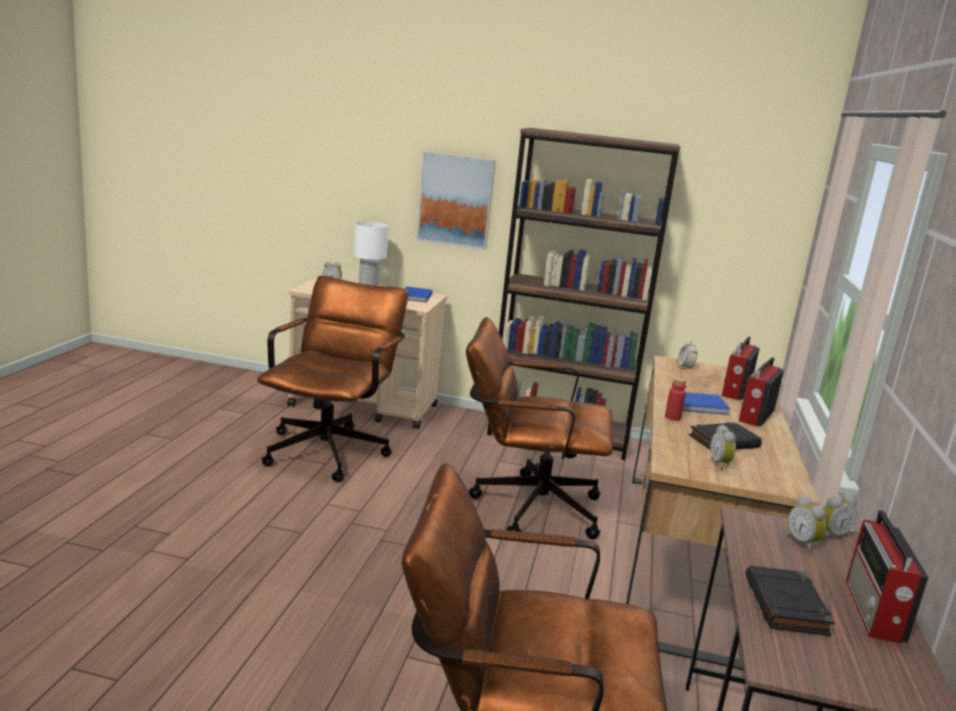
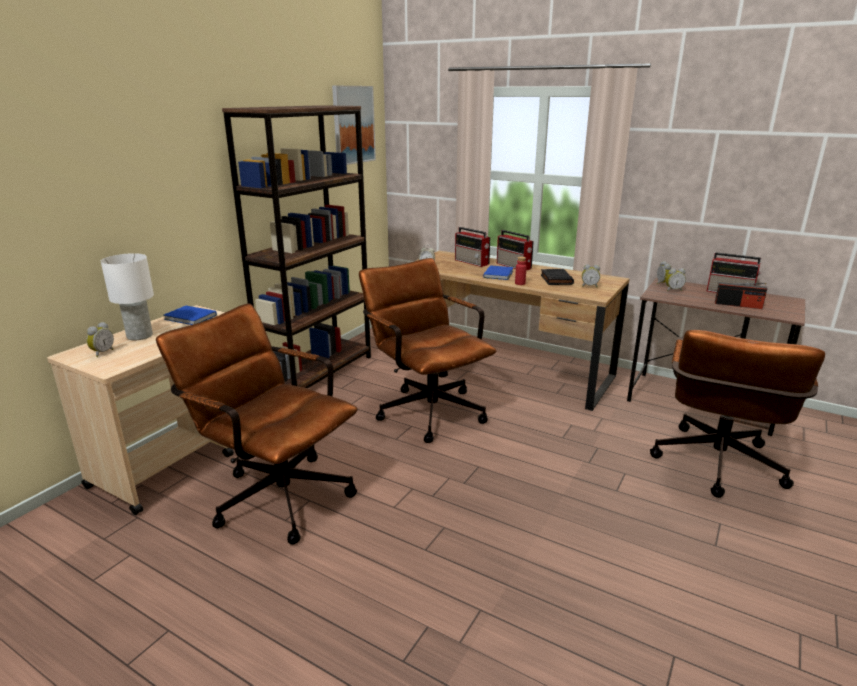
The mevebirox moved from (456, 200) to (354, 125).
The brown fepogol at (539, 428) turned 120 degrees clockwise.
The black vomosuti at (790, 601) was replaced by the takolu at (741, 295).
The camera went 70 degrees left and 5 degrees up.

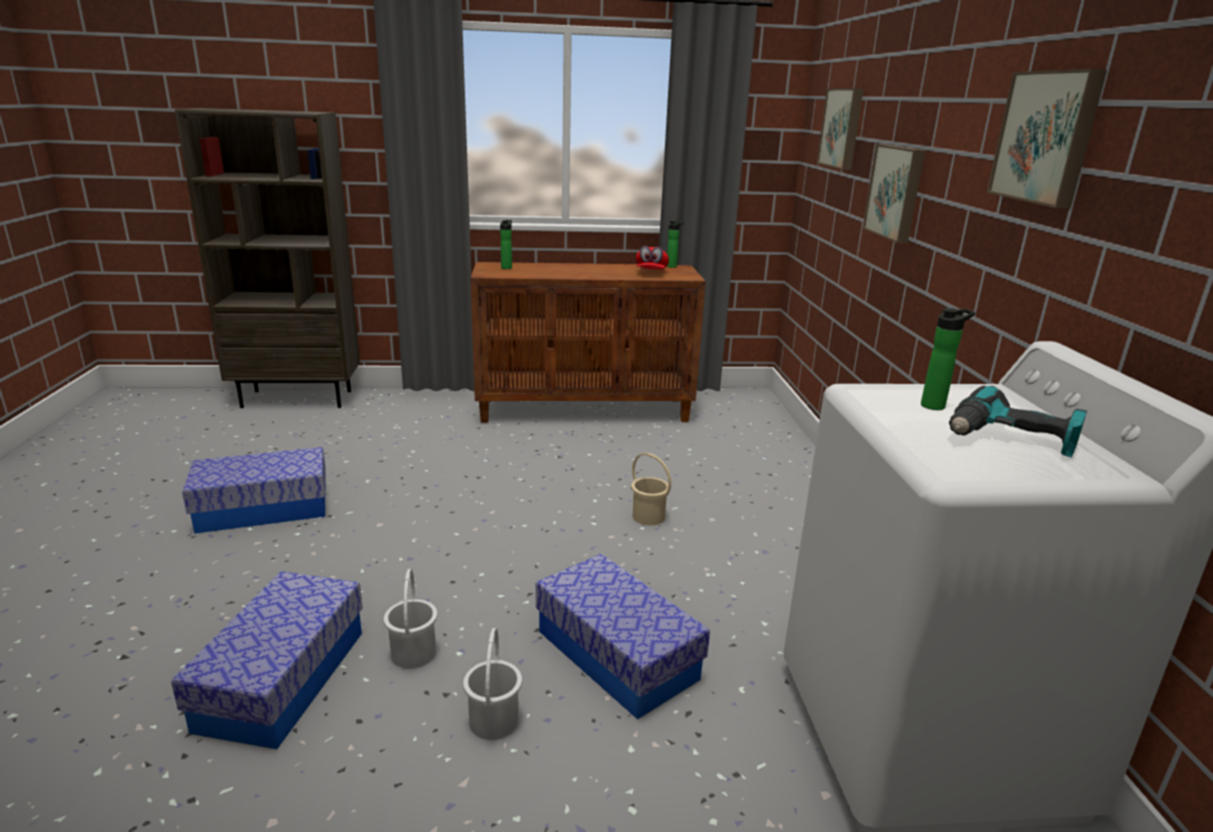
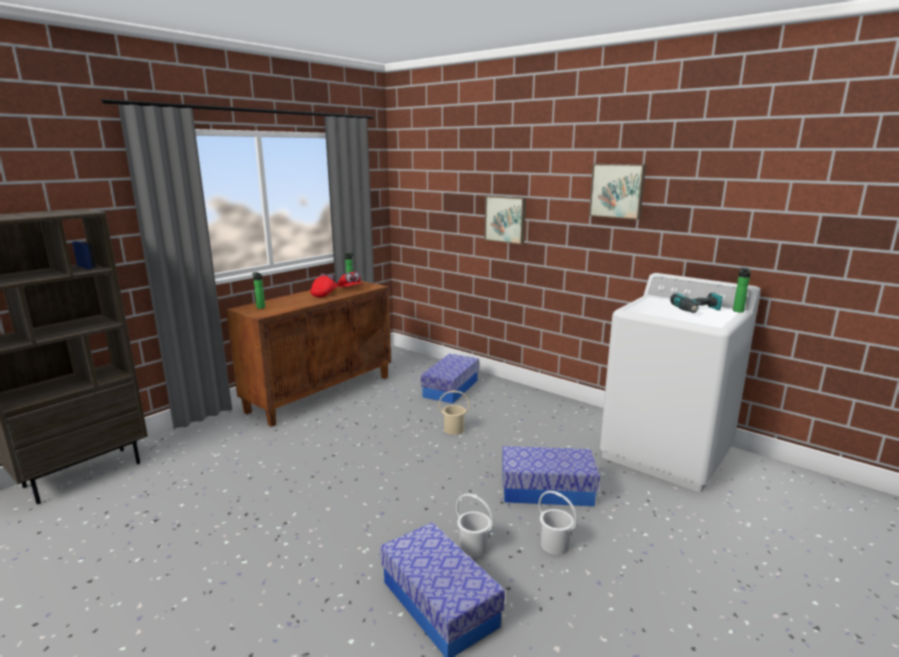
The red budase at (324, 285) appeared.
The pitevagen moved from (254, 490) to (450, 379).
The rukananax moved from (948, 359) to (742, 290).
The mevebirox at (840, 129) disappeared.
The camera went 45 degrees left and 5 degrees down.

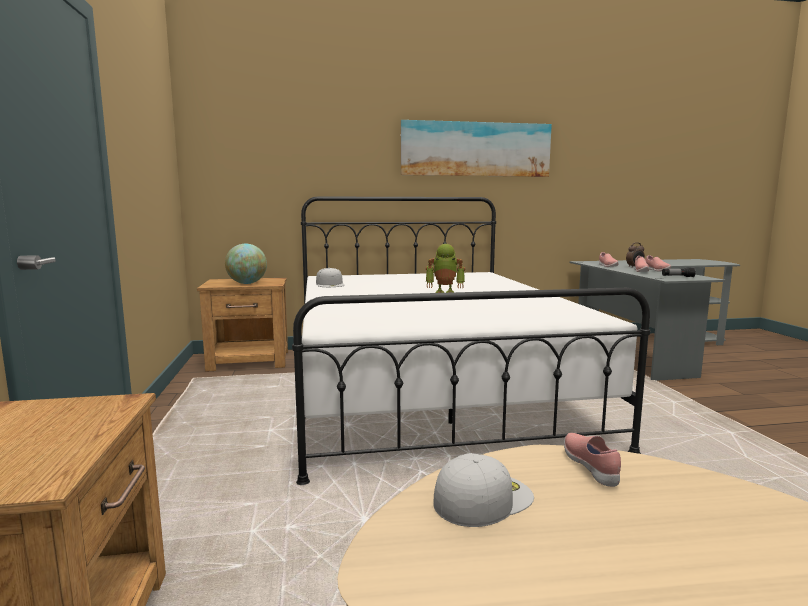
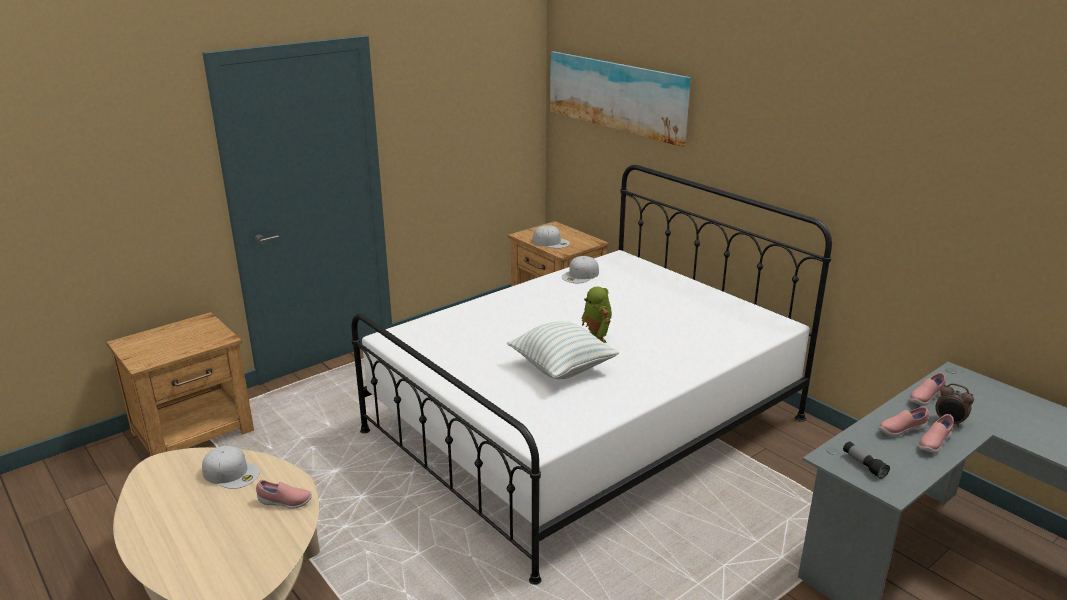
The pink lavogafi at (592, 460) turned 45 degrees clockwise.
The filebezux at (563, 350) appeared.
The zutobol at (246, 264) was replaced by the white budase at (551, 236).
The mevebirox moved from (476, 148) to (620, 99).
The camera went 60 degrees right and 15 degrees up.

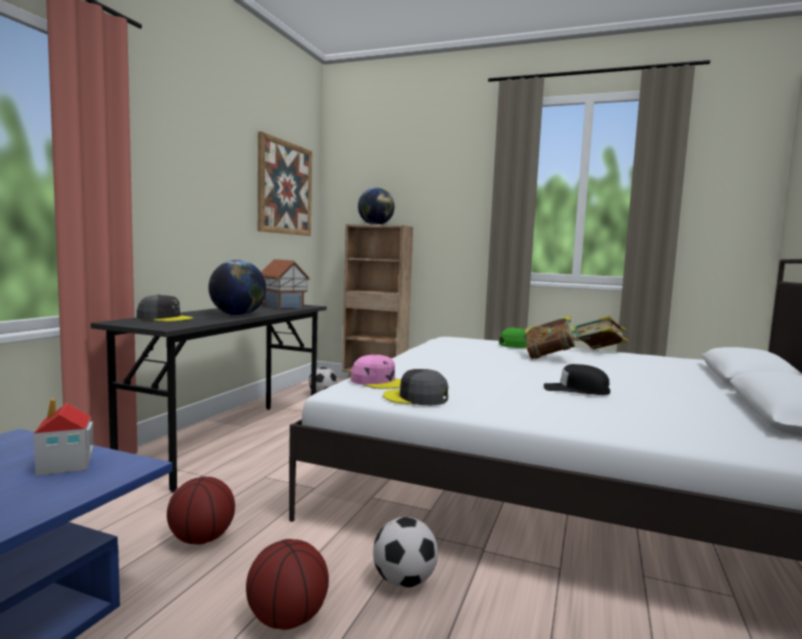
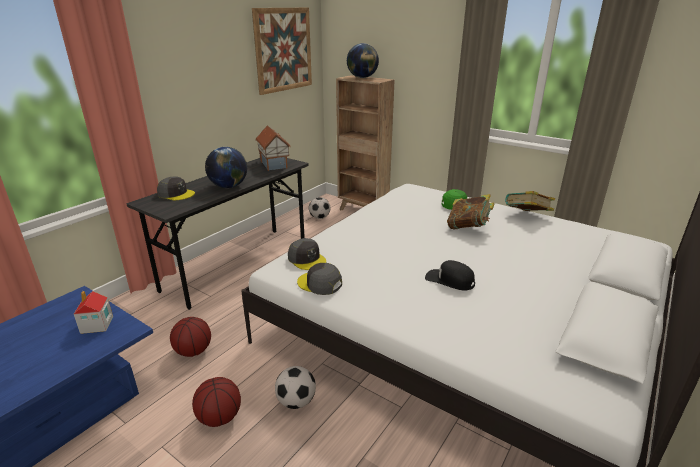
The pink budase at (376, 372) became the grey budase at (307, 254).
The camera went 15 degrees right and 20 degrees up.

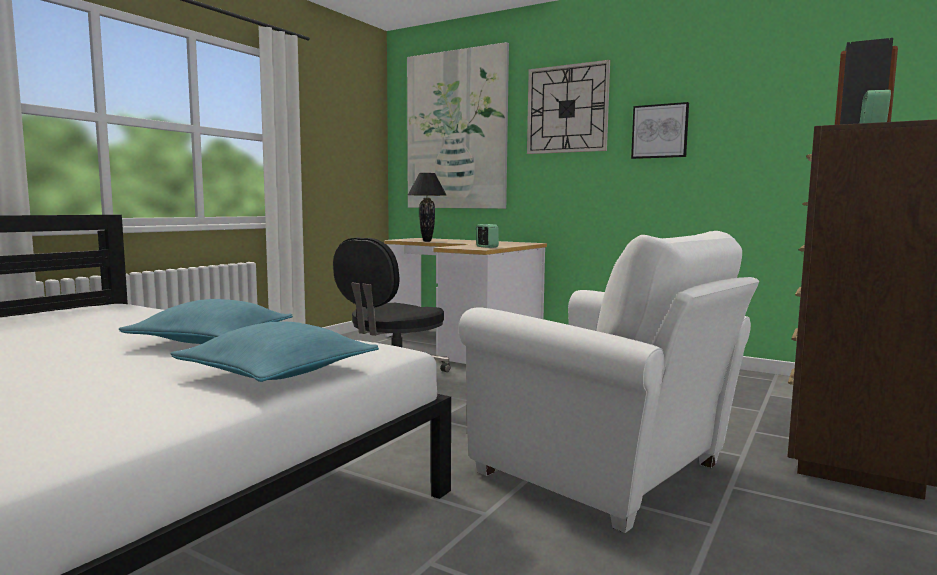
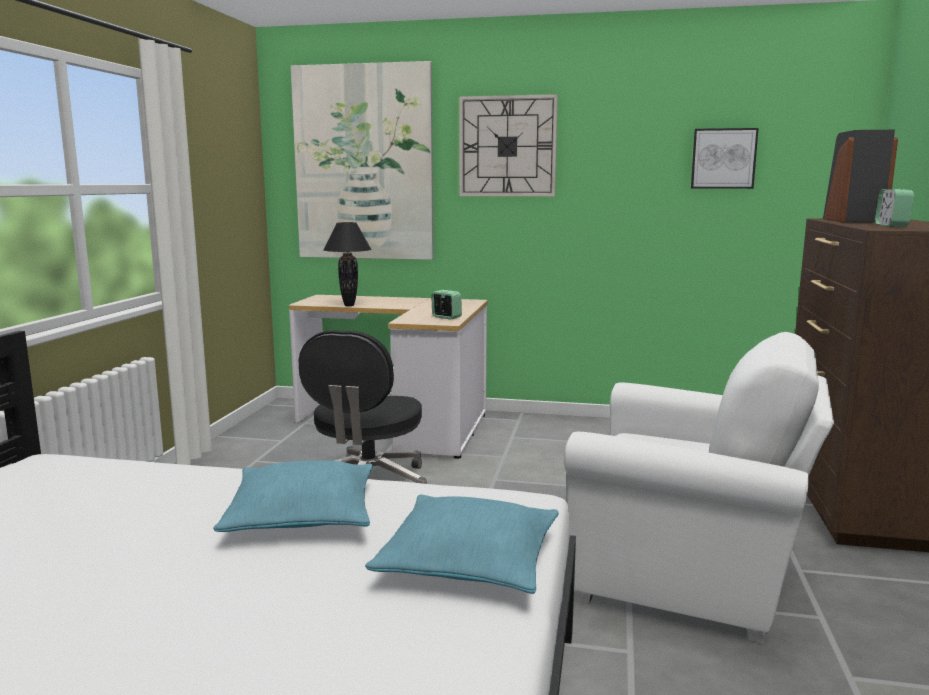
The mevebirox moved from (660, 130) to (725, 158).
The camera went 20 degrees left and 5 degrees up.

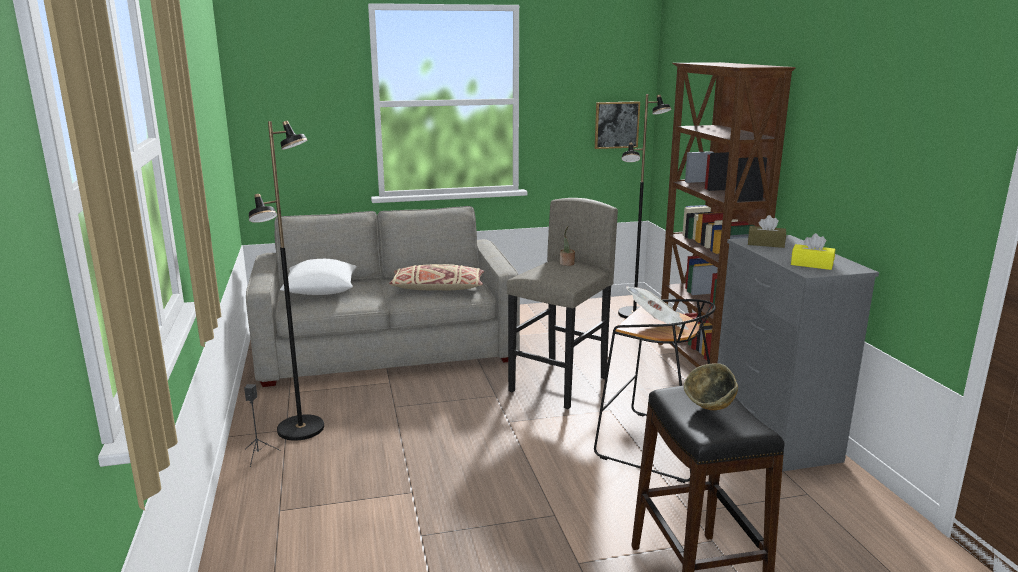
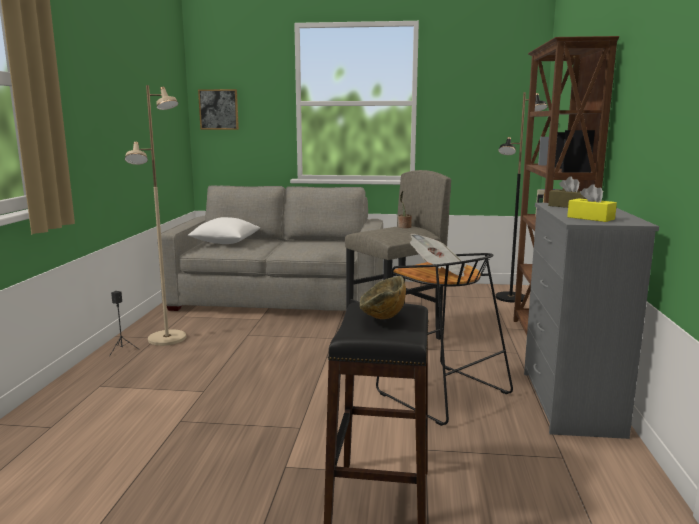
The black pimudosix at (286, 281) became the beige pimudosix at (155, 215).
The mevebirox moved from (617, 125) to (218, 109).
The beige filebezux at (436, 277) disappeared.
The camera went 20 degrees right and 5 degrees down.

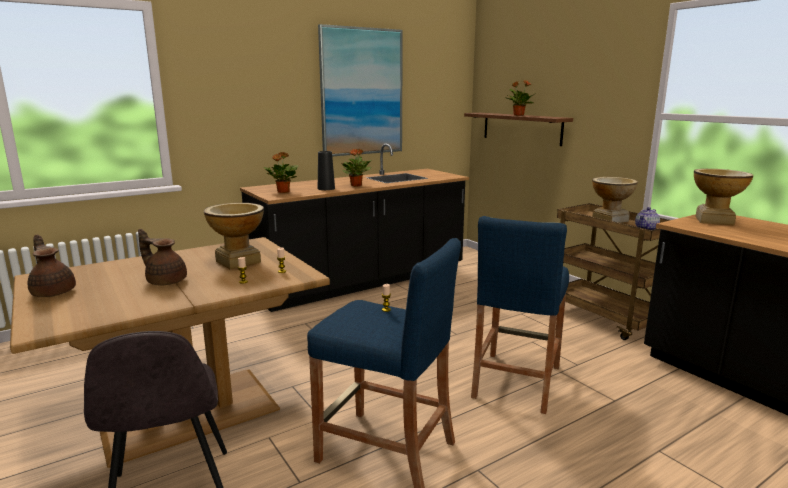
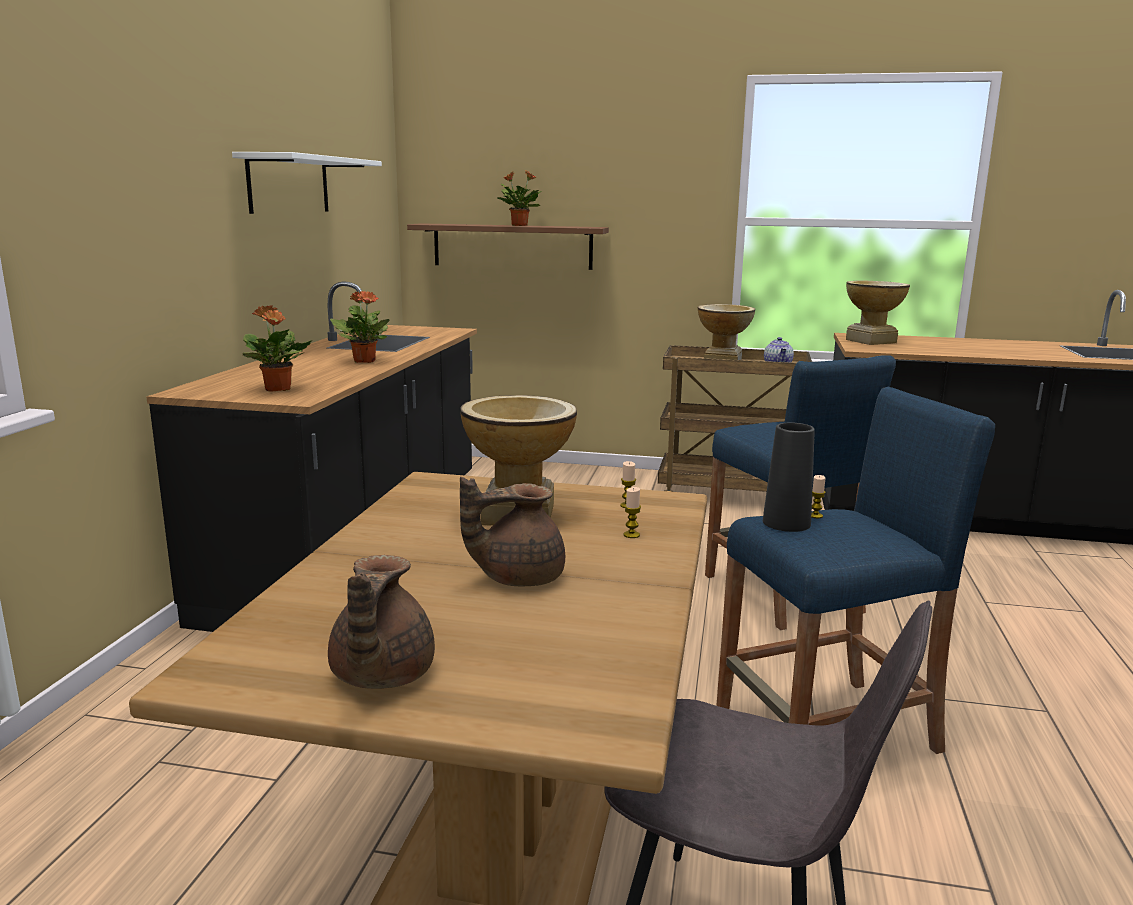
The mevebirox at (360, 90) was replaced by the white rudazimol at (307, 183).
The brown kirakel at (52, 266) turned 90 degrees counterclockwise.
The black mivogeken moved from (326, 170) to (789, 477).
The camera went 45 degrees left and 0 degrees up.

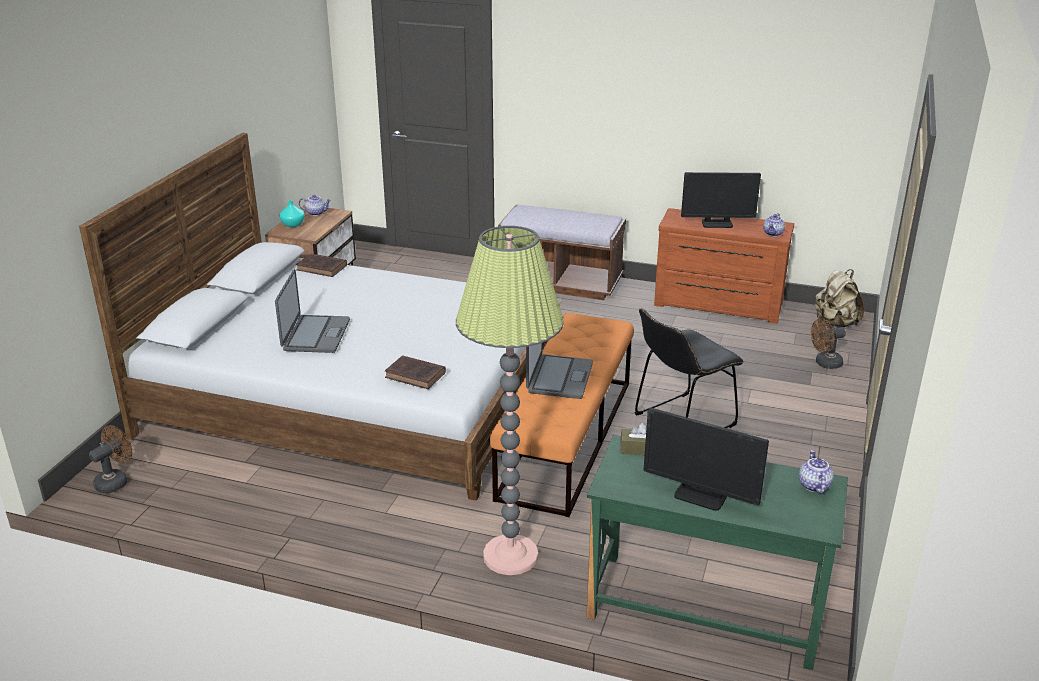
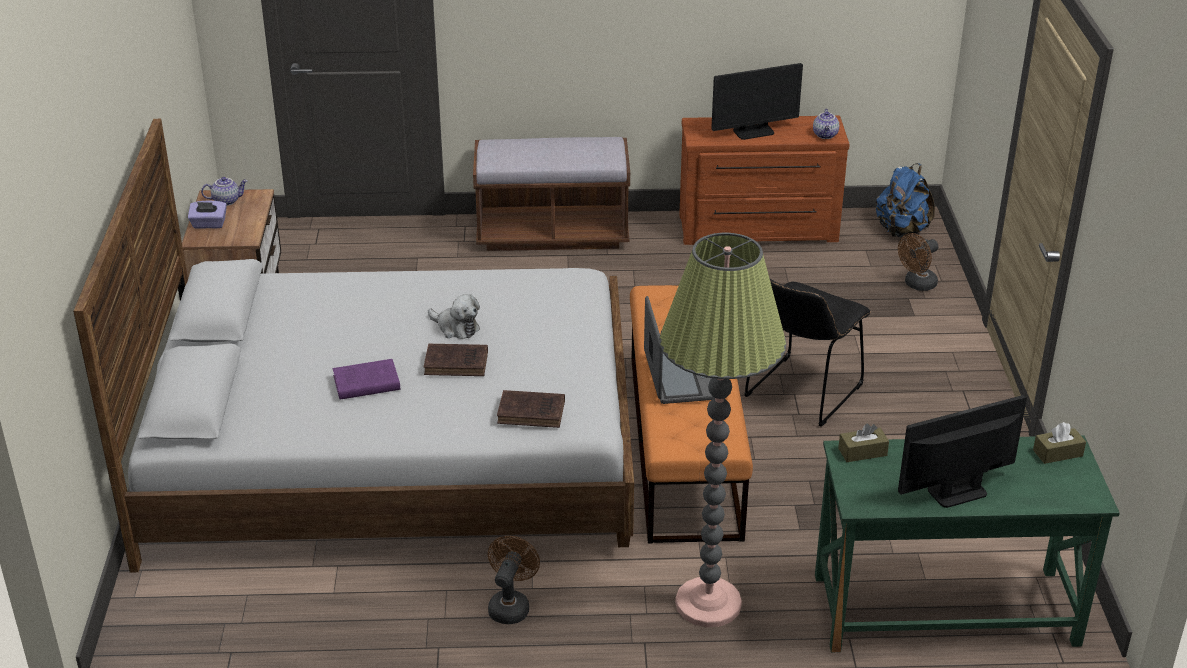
The turquoise mivogeken at (292, 213) was replaced by the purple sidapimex at (207, 214).
The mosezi at (312, 311) was replaced by the purple vomosuti at (366, 379).
The brown vomosuti moved from (321, 265) to (456, 360).
The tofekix at (454, 316) appeared.
The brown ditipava moved from (110, 459) to (514, 580).
The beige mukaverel at (839, 298) became the blue mukaverel at (905, 200).
The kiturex at (706, 459) turned 150 degrees clockwise.
The kirakel at (816, 472) was replaced by the brown sidapimex at (1059, 443).
The camera went 20 degrees left and 5 degrees up.

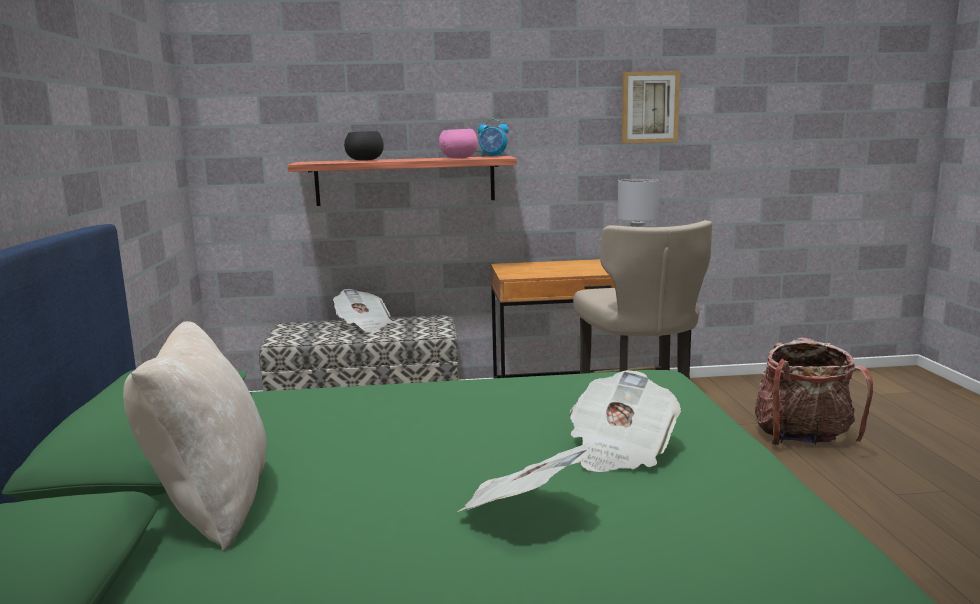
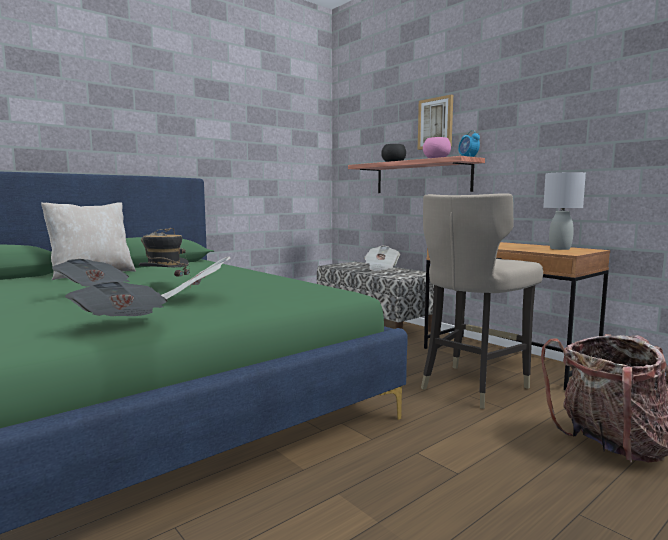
The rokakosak at (116, 299) appeared.
The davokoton at (165, 258) appeared.
The mevebirox moved from (651, 107) to (435, 122).
The camera went 55 degrees right and 5 degrees down.

